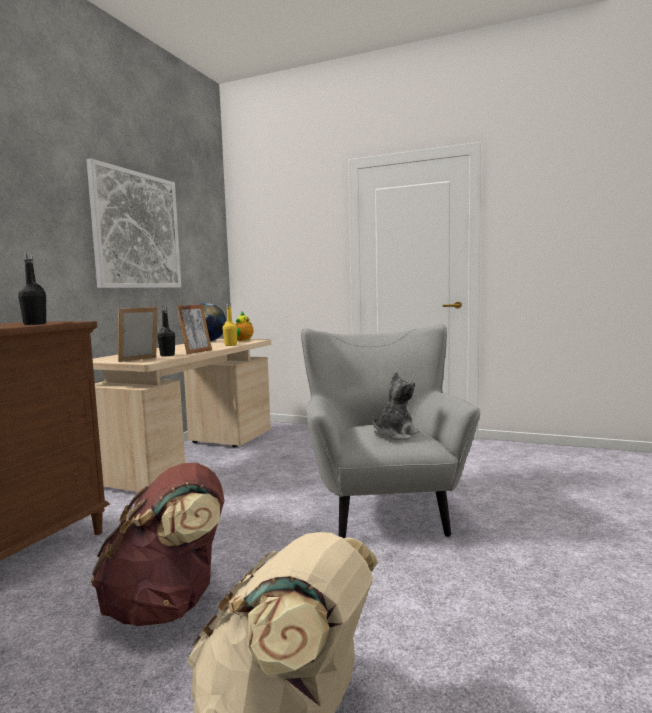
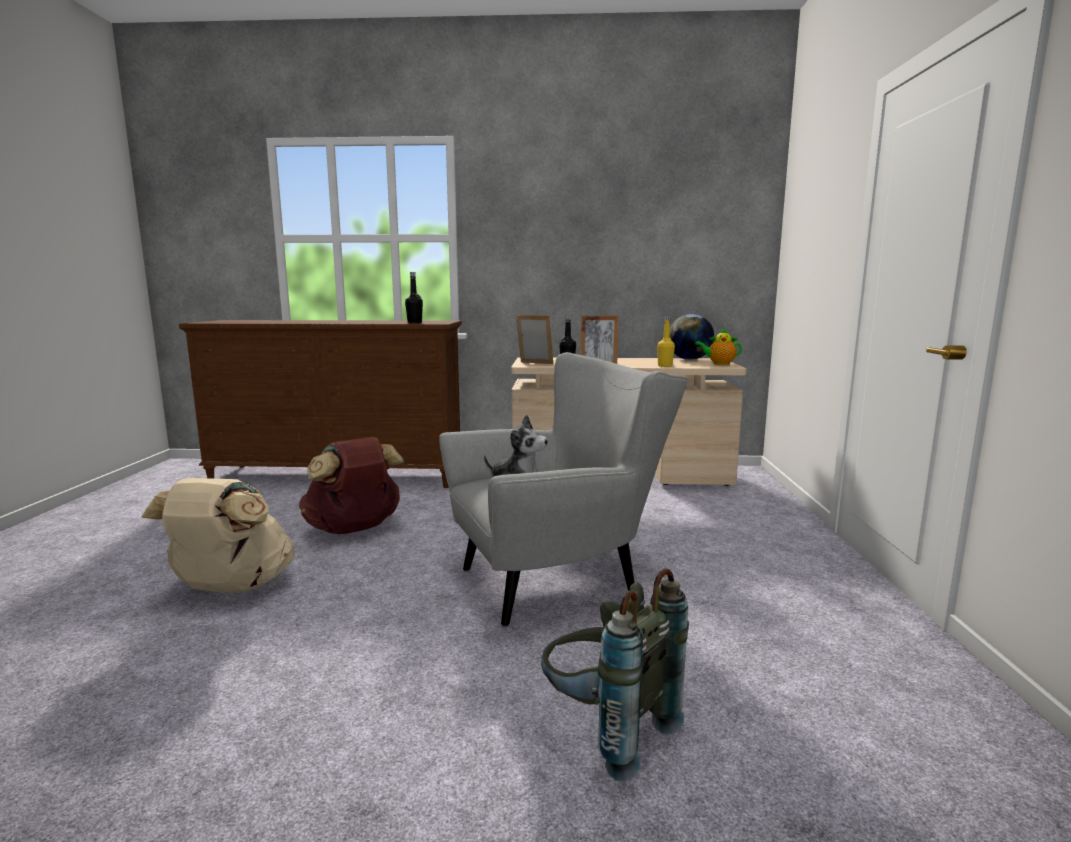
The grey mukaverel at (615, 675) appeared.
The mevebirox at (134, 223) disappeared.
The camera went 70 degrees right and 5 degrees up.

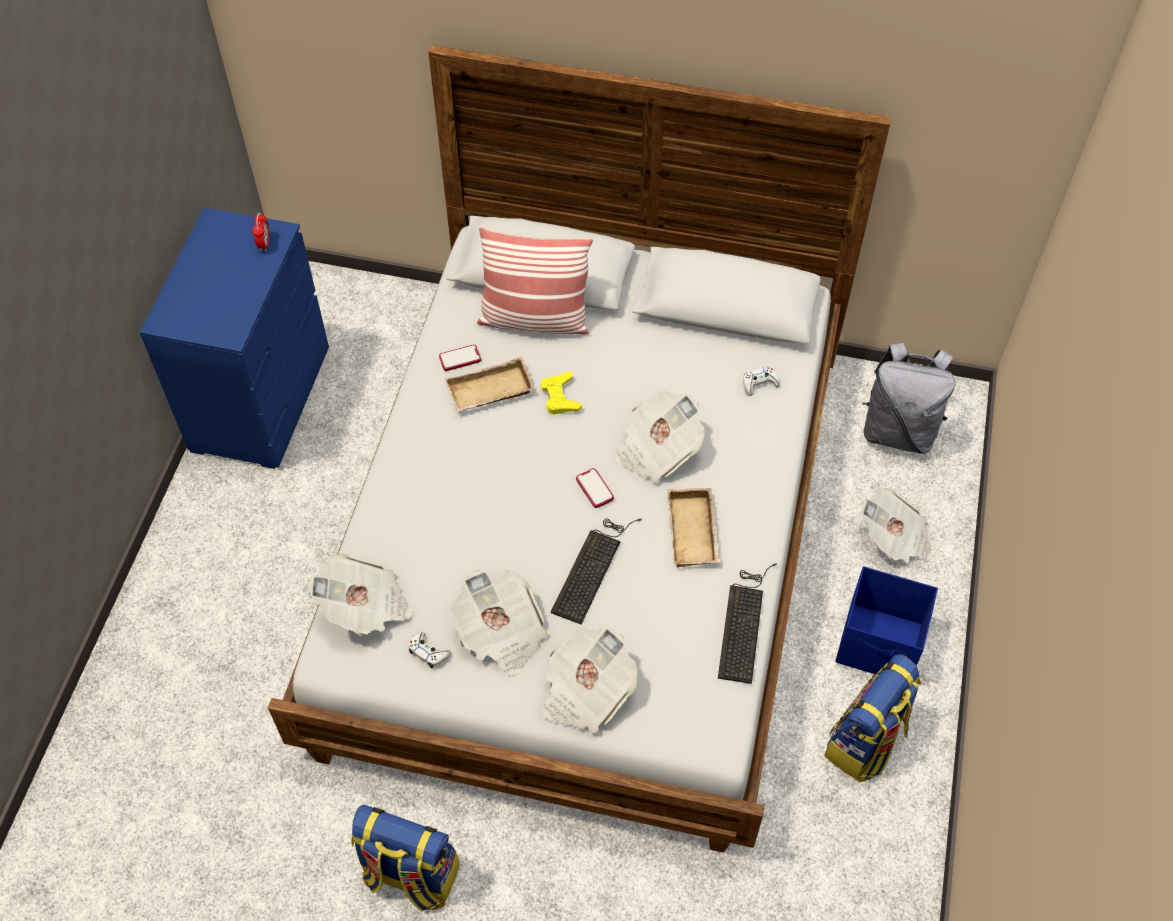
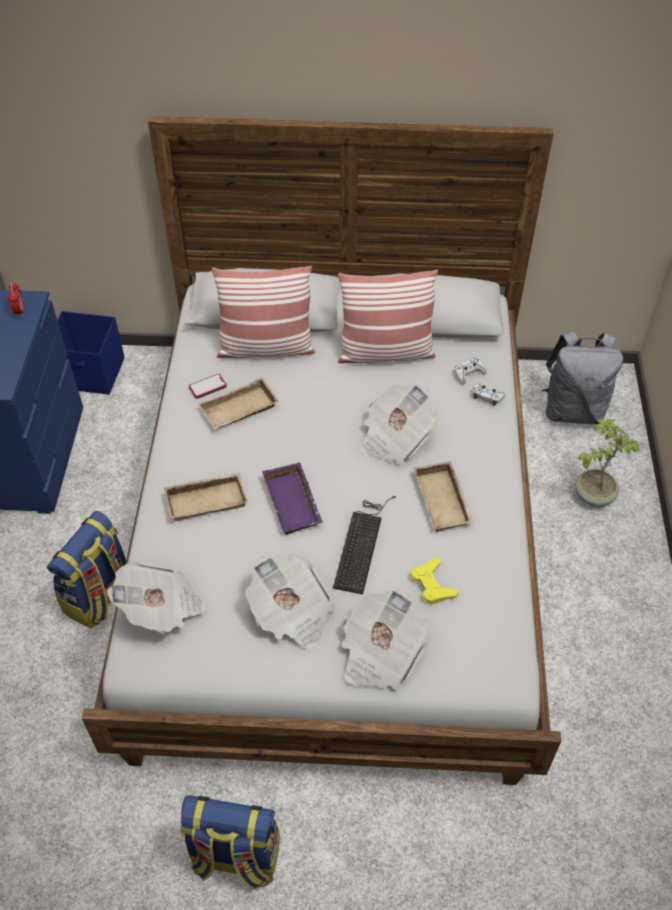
The mukaverel moved from (872, 718) to (86, 570).
The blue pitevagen moved from (886, 620) to (91, 353).
The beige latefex at (205, 496) appeared.
The purple latefex at (292, 498) appeared.
The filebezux at (388, 316) appeared.
The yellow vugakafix moved from (561, 392) to (435, 581).
The white vugakafix moved from (429, 650) to (489, 394).
The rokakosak at (897, 525) was replaced by the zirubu at (607, 462).
The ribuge at (595, 488) disappeared.
The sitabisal at (747, 624) disappeared.
The camera went 10 degrees left and 5 degrees down.

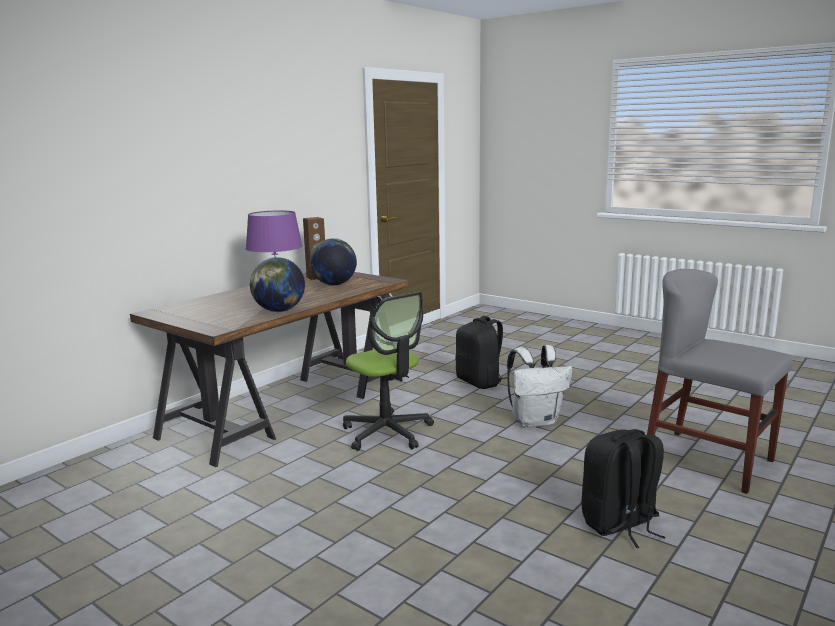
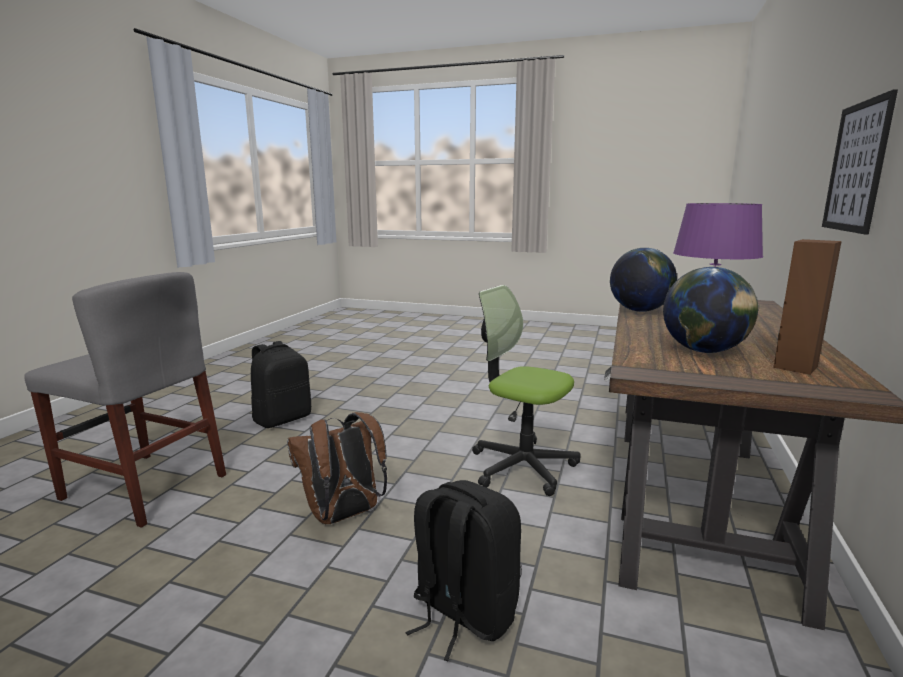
The white mukaverel at (539, 386) became the brown mukaverel at (337, 468).
The mevebirox at (860, 161) appeared.
The camera went 160 degrees right and 0 degrees up.

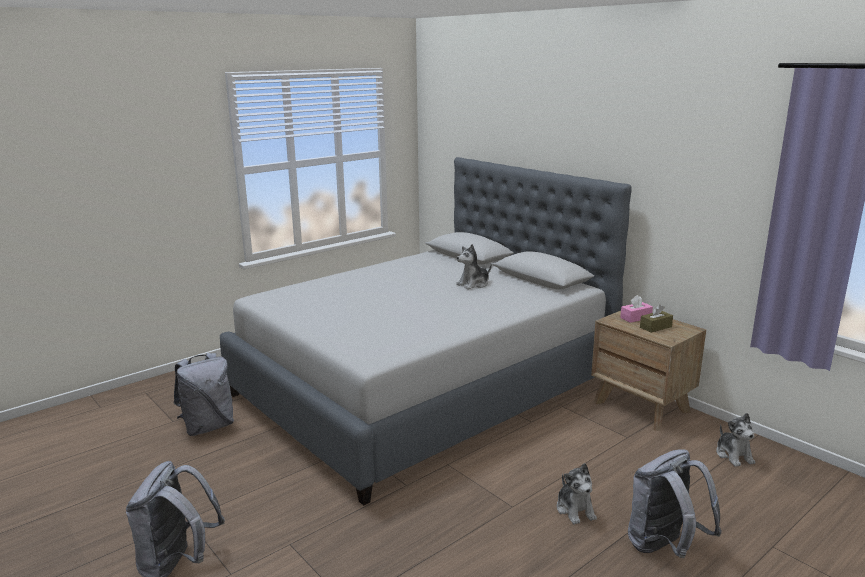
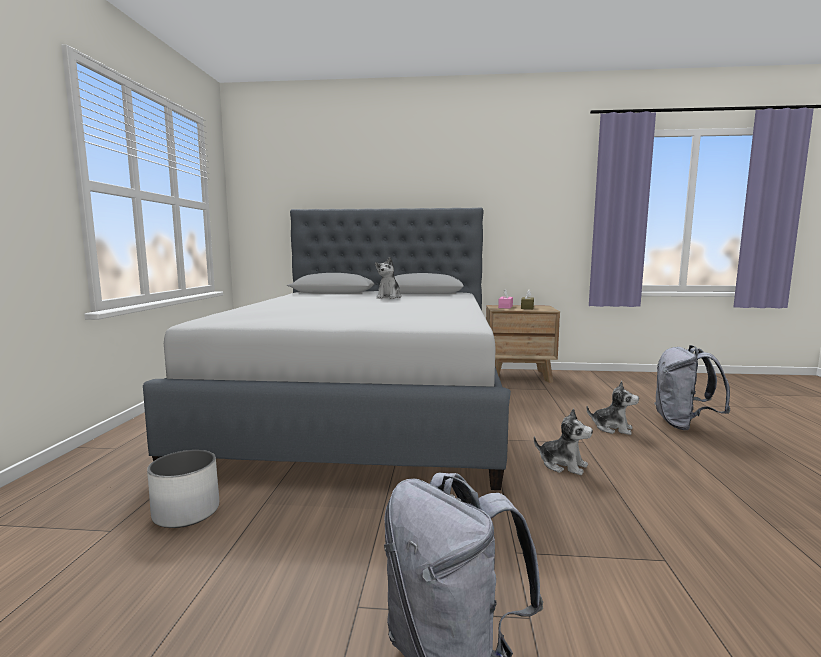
The grey mukaverel at (203, 394) was replaced by the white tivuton at (183, 489).
The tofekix moved from (735, 440) to (563, 441).
The camera went 45 degrees left and 10 degrees down.

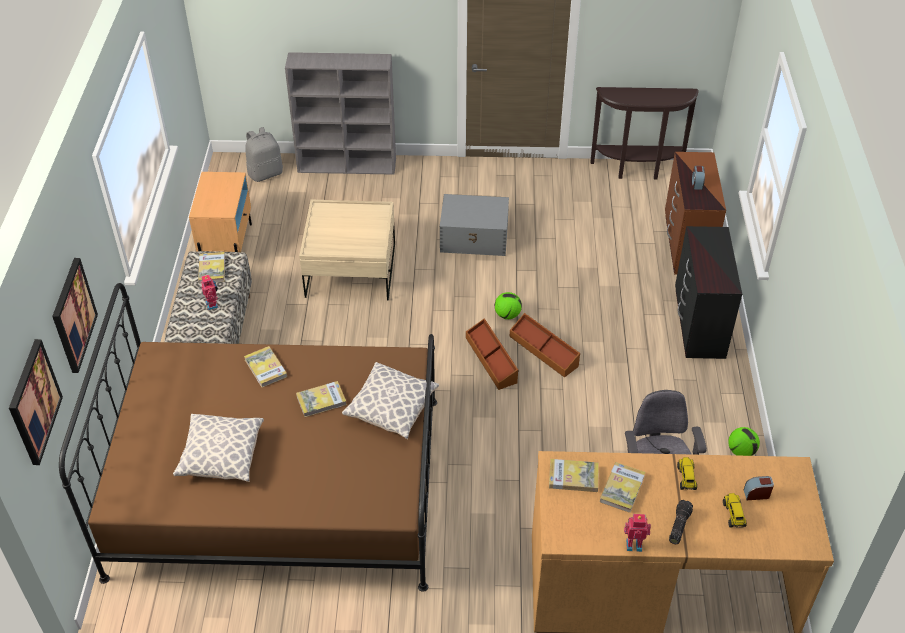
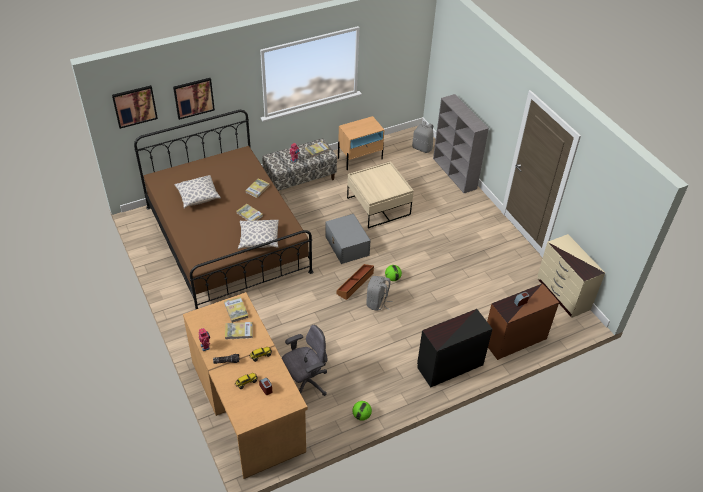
The grey pitevagen moved from (474, 225) to (348, 239).
The brown pitevagen at (544, 345) was replaced by the grey mukaverel at (379, 293).
The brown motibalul at (644, 133) was replaced by the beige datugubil at (571, 276).
The camera went 60 degrees right and 0 degrees up.

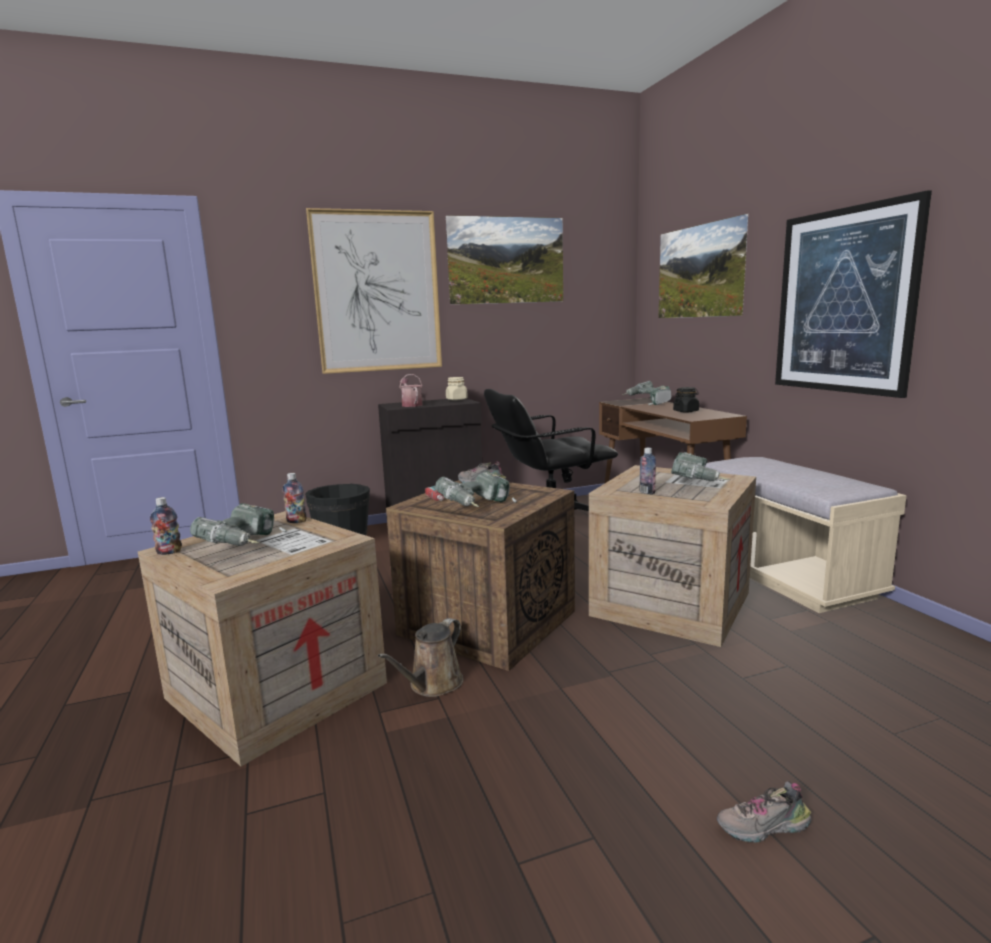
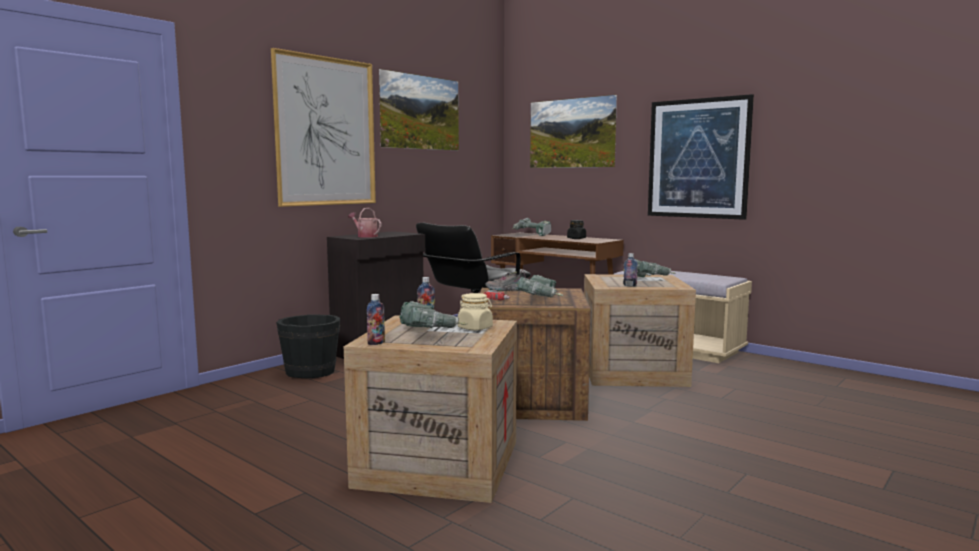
The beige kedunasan moved from (457, 388) to (475, 311).
The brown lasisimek at (420, 657) disappeared.
The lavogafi at (764, 812) disappeared.
The camera went 30 degrees left and 5 degrees down.

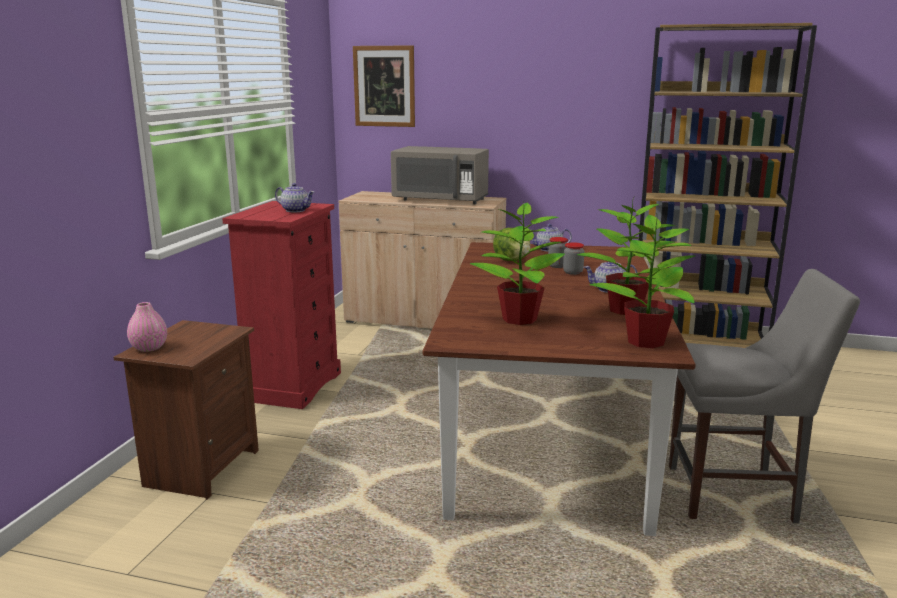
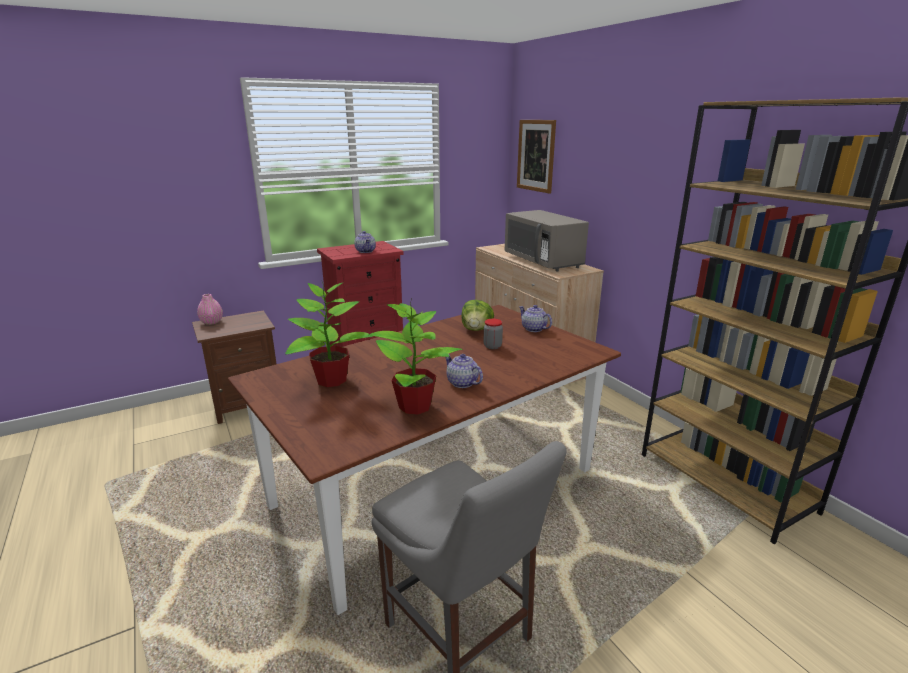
The kedunasan at (573, 258) disappeared.
The zirubu at (642, 281) disappeared.
The camera went 45 degrees right and 5 degrees up.

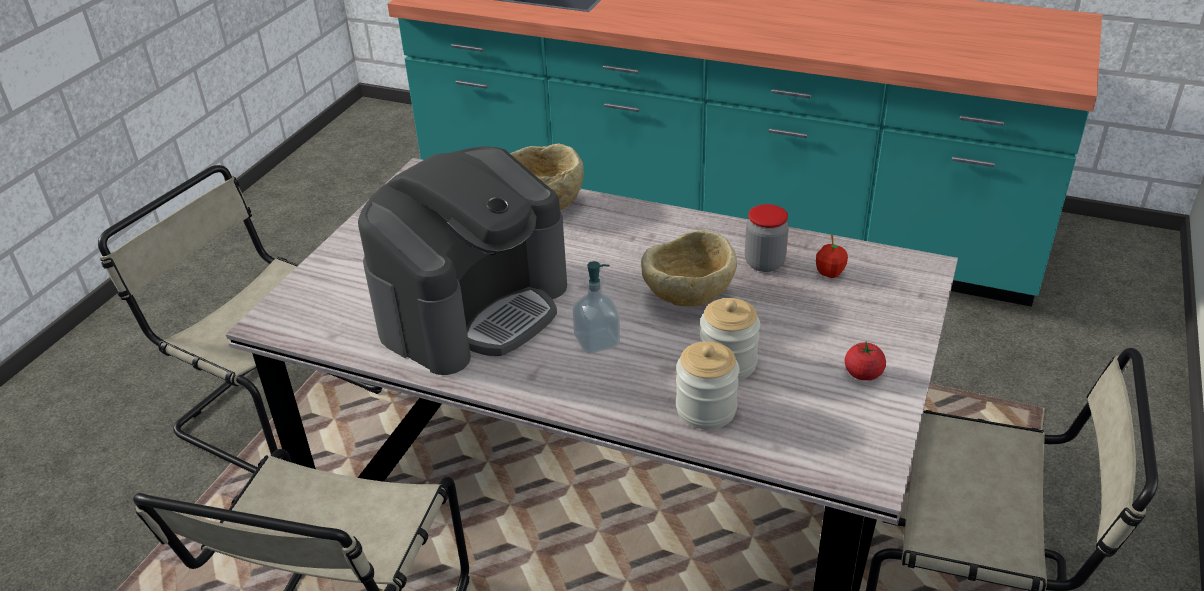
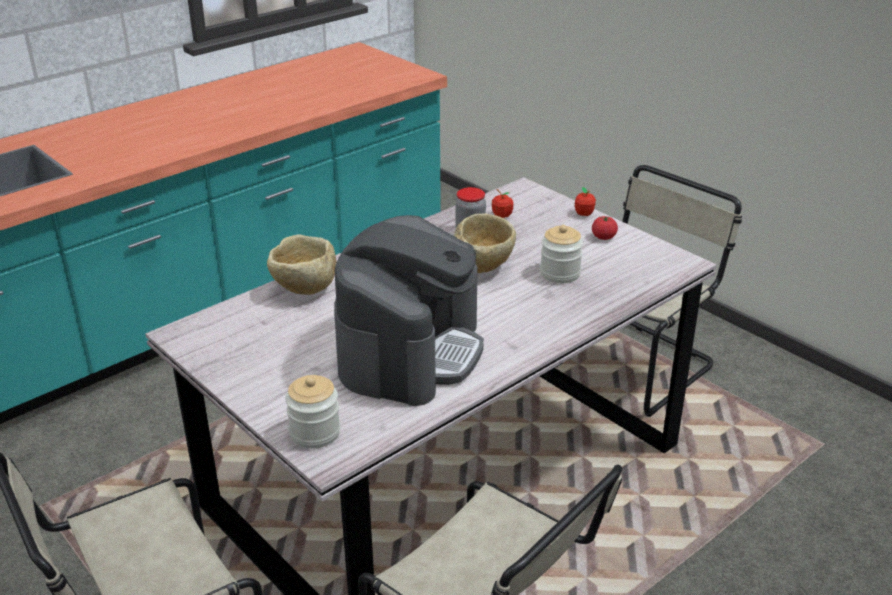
The kedunasan moved from (708, 385) to (312, 411).
The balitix at (462, 261) turned 45 degrees clockwise.
The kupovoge at (585, 201) appeared.
The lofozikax at (596, 307) disappeared.
The camera went 65 degrees left and 5 degrees down.

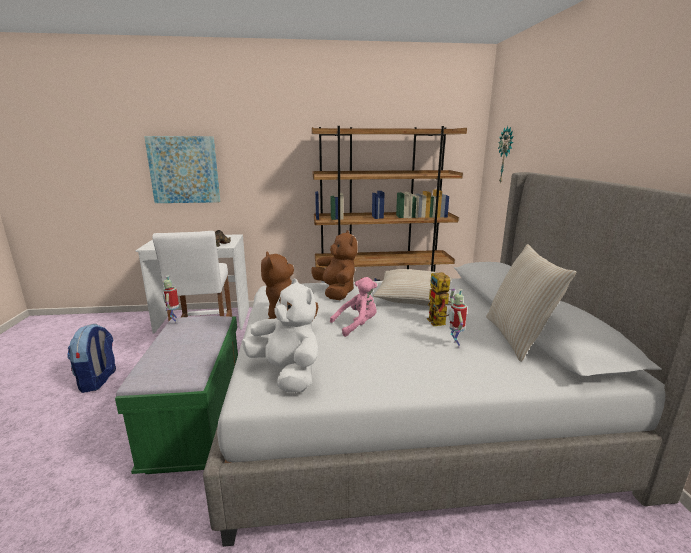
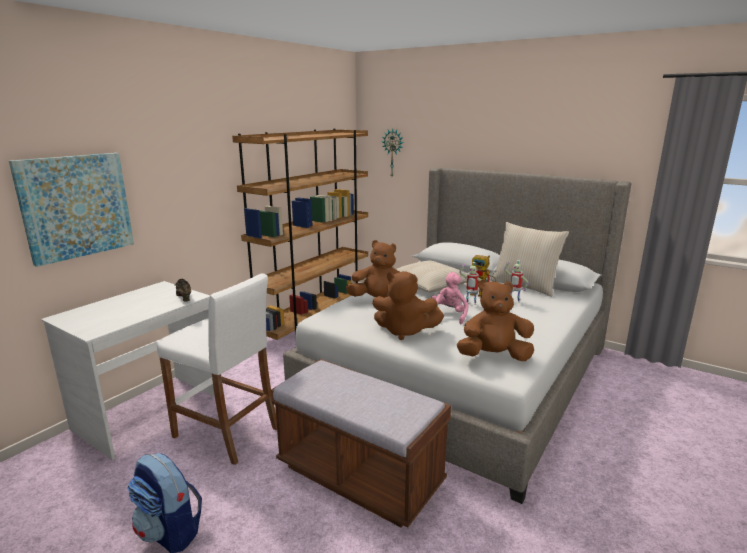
The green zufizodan at (176, 395) became the brown zufizodan at (361, 443).
The white tofekix at (280, 335) became the brown tofekix at (495, 320).
The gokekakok moved from (171, 300) to (470, 283).
The camera went 50 degrees left and 0 degrees up.

